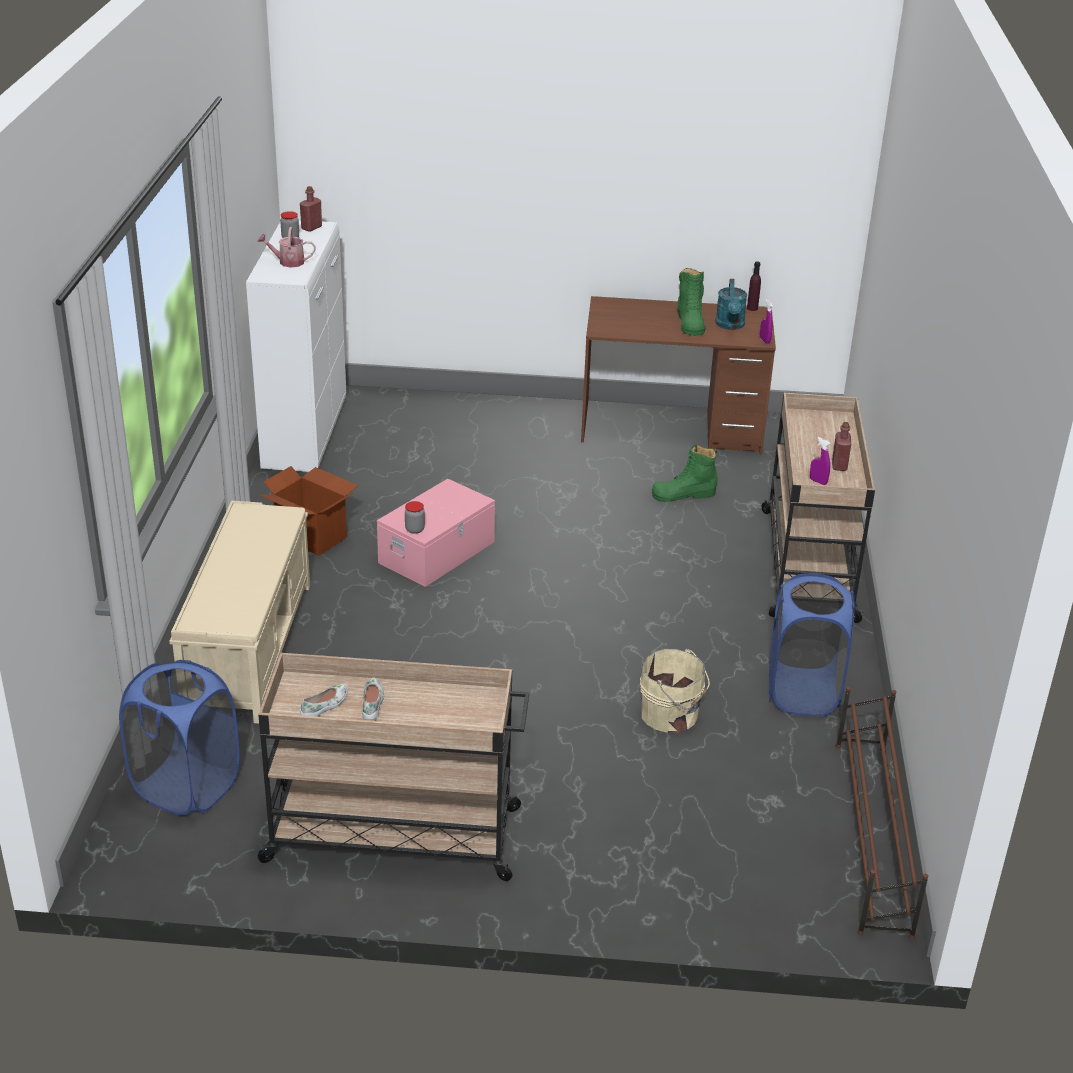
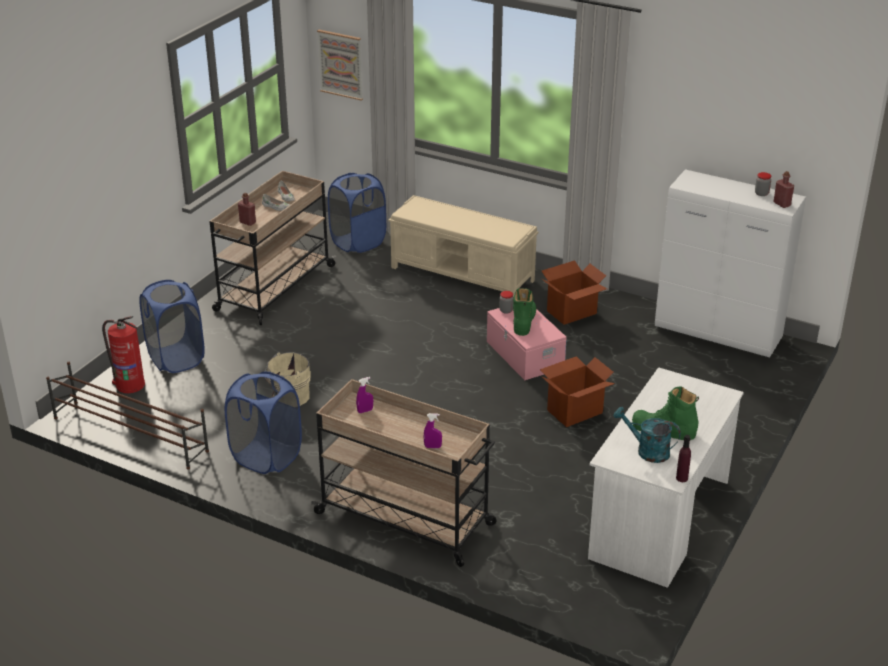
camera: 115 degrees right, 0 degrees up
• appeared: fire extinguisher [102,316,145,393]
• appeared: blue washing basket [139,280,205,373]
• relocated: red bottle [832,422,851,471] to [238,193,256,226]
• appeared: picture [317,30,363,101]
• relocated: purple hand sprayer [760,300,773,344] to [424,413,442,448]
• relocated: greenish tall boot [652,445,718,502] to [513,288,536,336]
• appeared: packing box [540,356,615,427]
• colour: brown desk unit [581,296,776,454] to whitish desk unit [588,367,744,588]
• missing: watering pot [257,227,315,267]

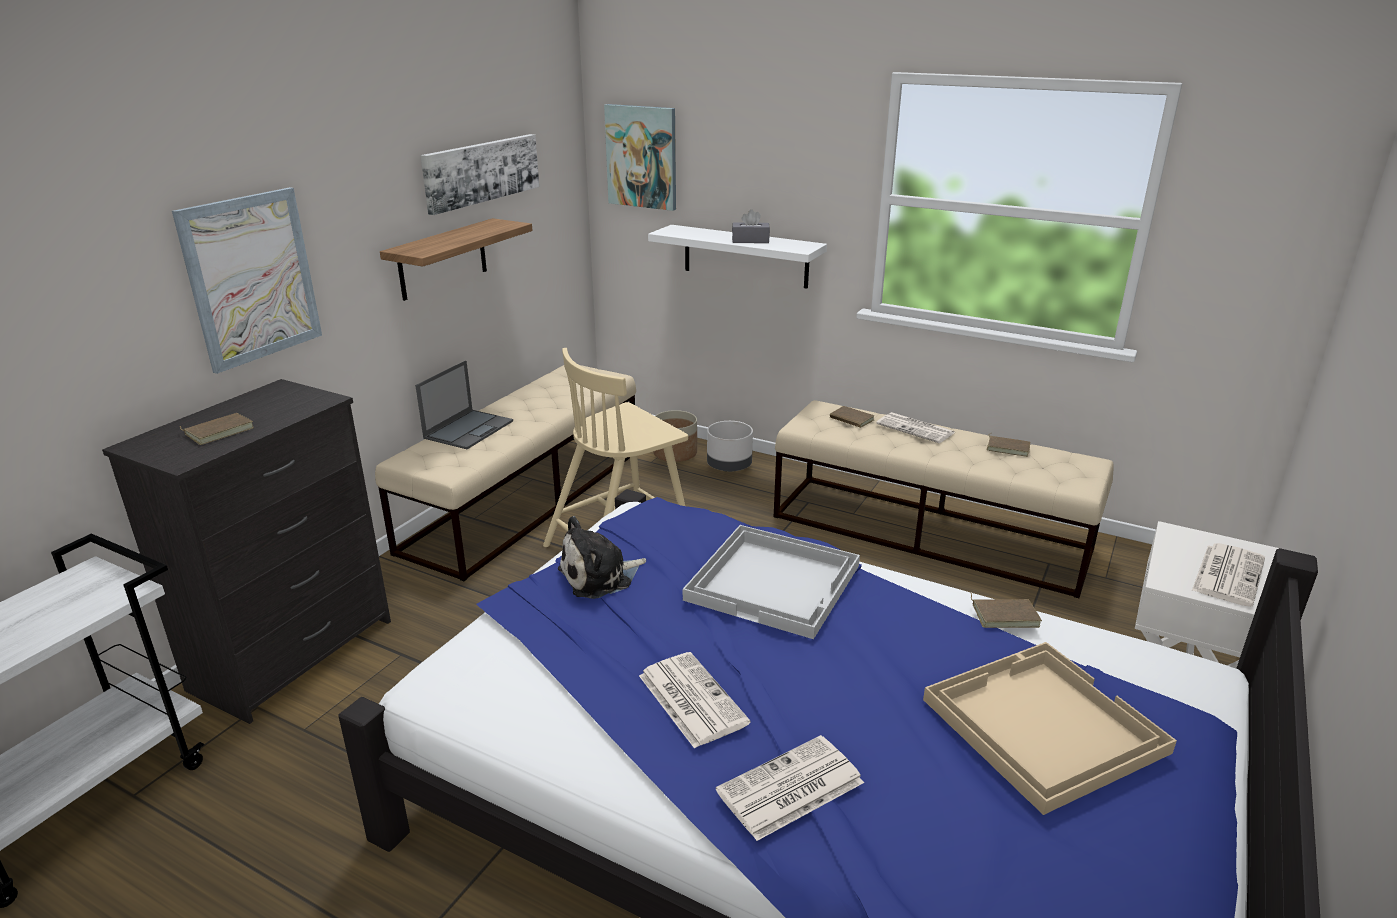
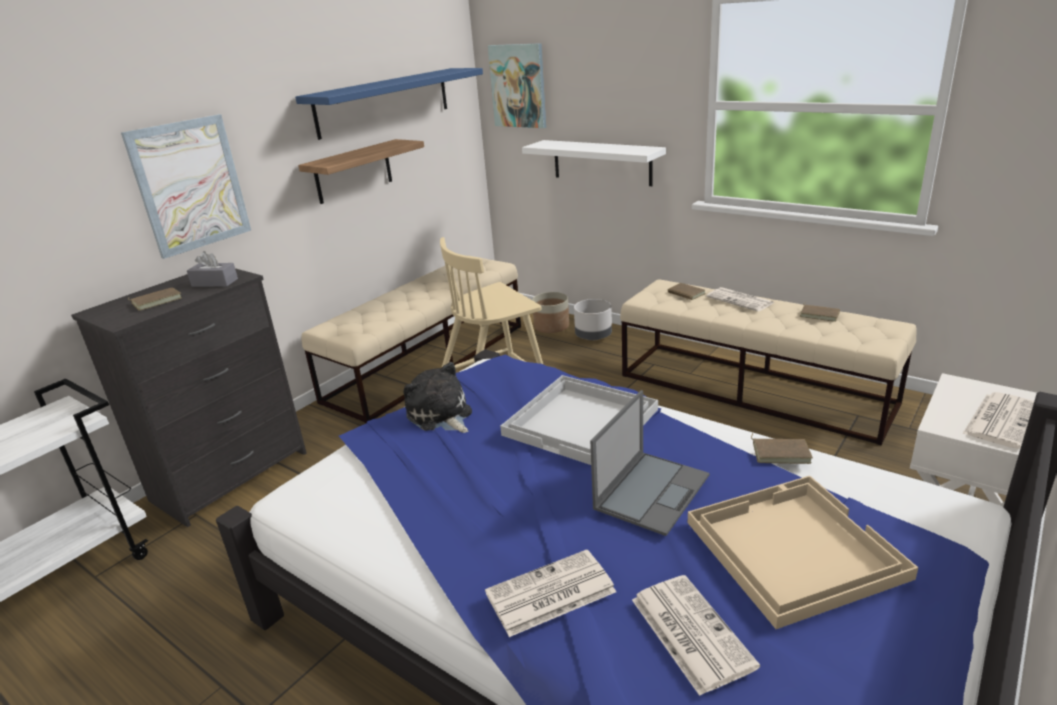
camera: 10 degrees right, 0 degrees up
• relocated: gray tissue holder [732,209,770,243] to [187,251,238,287]
• exchanged: picture [420,134,539,215] to blue wall shelf [295,68,483,140]
• spun: soft toy [558,516,646,599] = [404,362,472,433] 75 degrees clockwise
• relocated: laptop [415,361,513,449] to [590,390,709,536]
• relocated: printed paper [639,652,751,749] to [632,575,760,696]

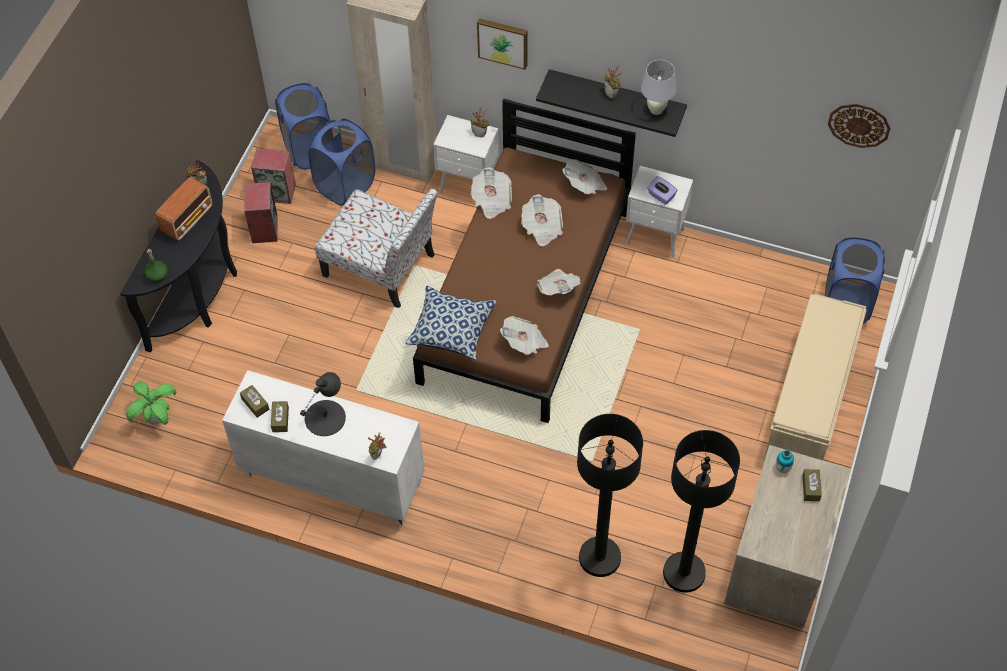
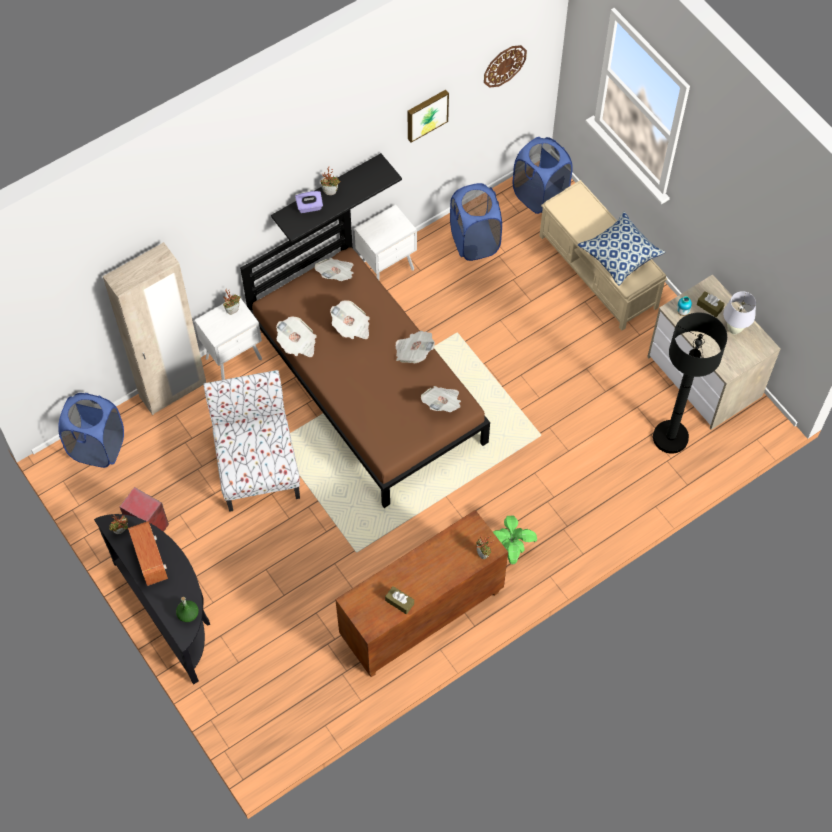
camera: 55 degrees left, 5 degrees up
• spun: chair [315,188,438,308] = [204,370,300,512] 75 degrees counterclockwise
• relocated: purple tissue holder [647,176,677,205] to [295,191,323,213]
• colour: whitish cupboard [222,370,425,526] to brown cupboard [335,510,508,677]
• relocated: picture [477,18,528,70] to [408,90,449,143]
• relocated: blue washing basket [308,119,375,206] to [450,183,502,261]
• relocated: potted plant [126,381,177,425] to [493,515,537,564]
• relocated: cushion [405,286,496,360] to [577,212,665,286]
• relocated: whitish table lamp [641,60,677,115] to [723,291,756,334]
• missing: brown tissue holder [240,385,269,418]
• missing: audio speaker [251,148,296,204]
• missing: black table lamp [300,372,346,436]
• missing: black standard lamp [577,414,643,577]

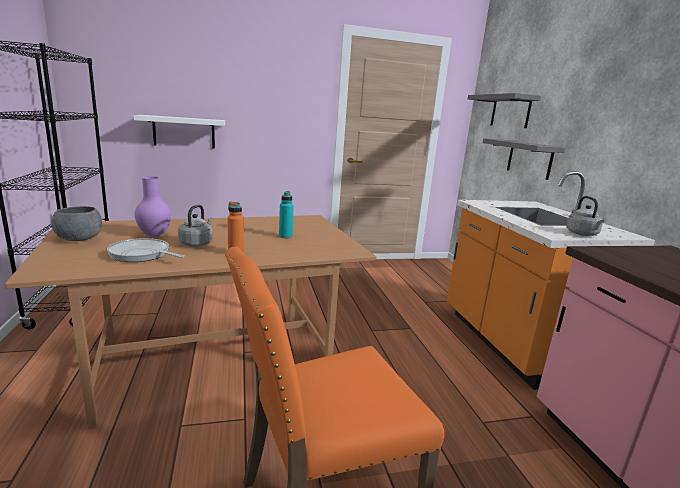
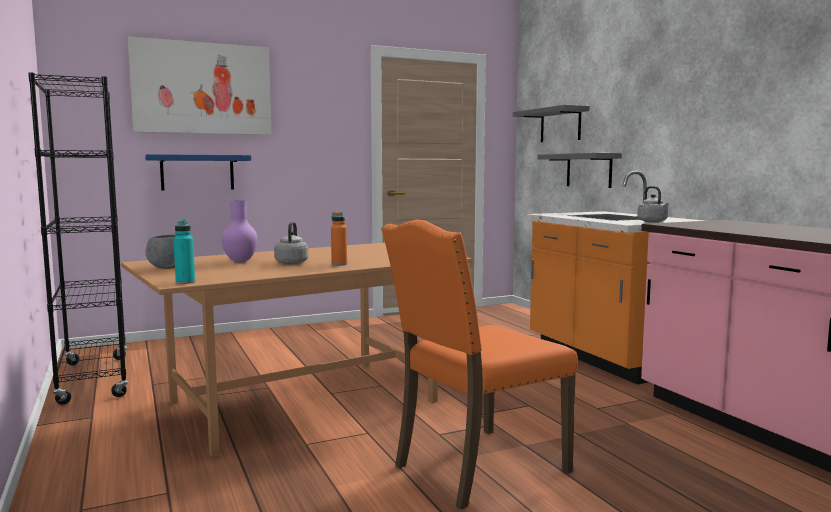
camera: 10 degrees left, 10 degrees down
• appeared: picture [128,37,271,135]
• colour: whitish wall shelf [134,115,225,149] to blue wall shelf [145,154,251,190]
• relocated: blue-green bottle [279,191,294,238] to [173,220,195,284]
• missing: skillet [107,238,185,262]

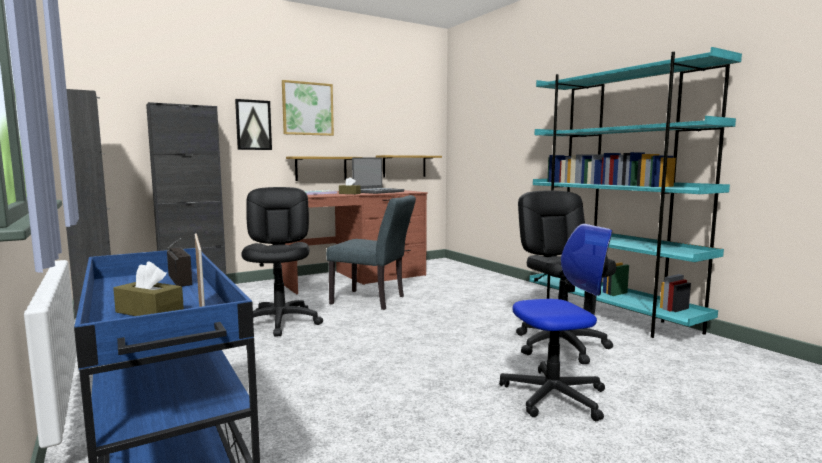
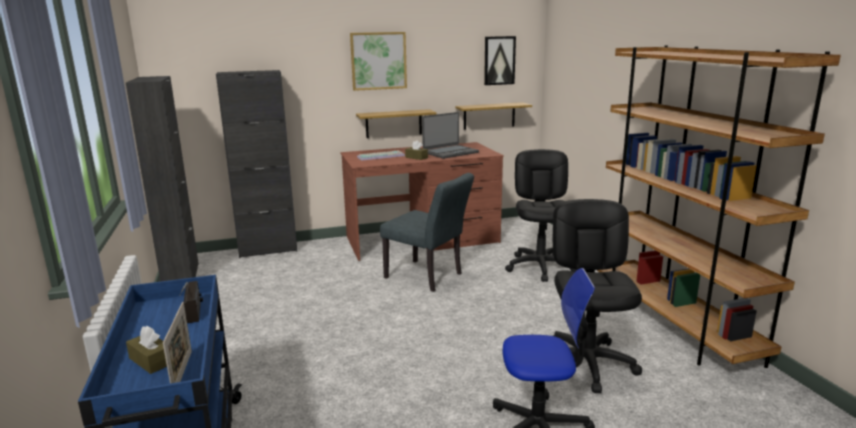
camera: 15 degrees right, 10 degrees up
• relocated: picture [235,99,272,150] to [484,36,516,85]
• relocated: black computer chair [241,187,323,337] to [505,149,578,282]
• colour: blue-green shelving unit [529,47,742,338] to brown shelving unit [597,45,841,368]

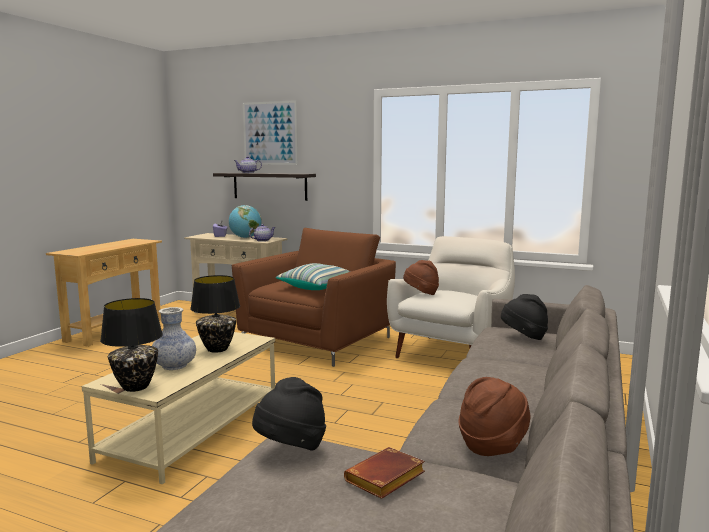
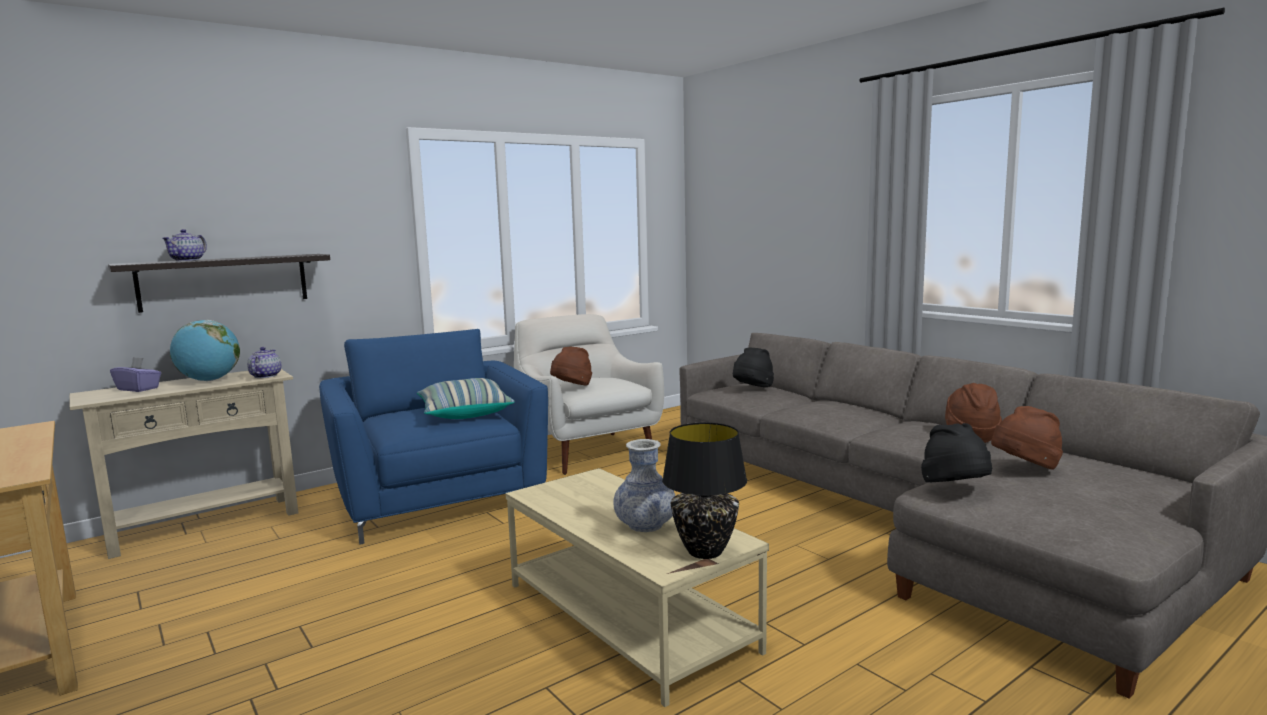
camera: 60 degrees left, 0 degrees up
• colour: brown lounge chair [232,228,396,367] to blue lounge chair [319,329,548,545]
• exchanged: brown book [344,447,425,499] to brown hat [991,406,1063,470]
• missing: black table lamp [190,275,240,353]
• missing: picture [243,100,298,165]

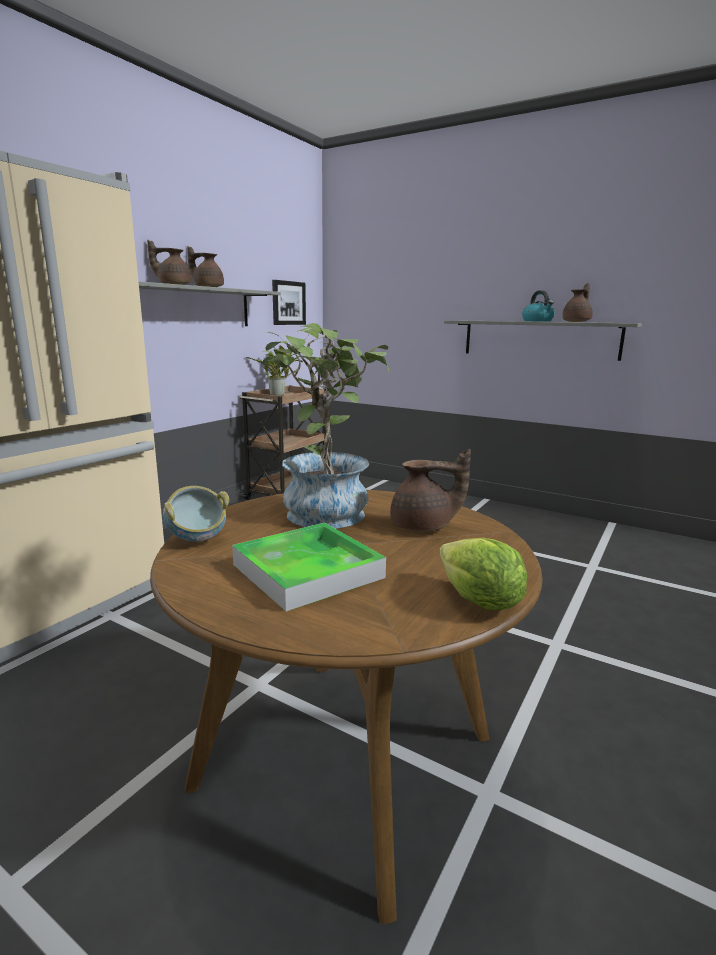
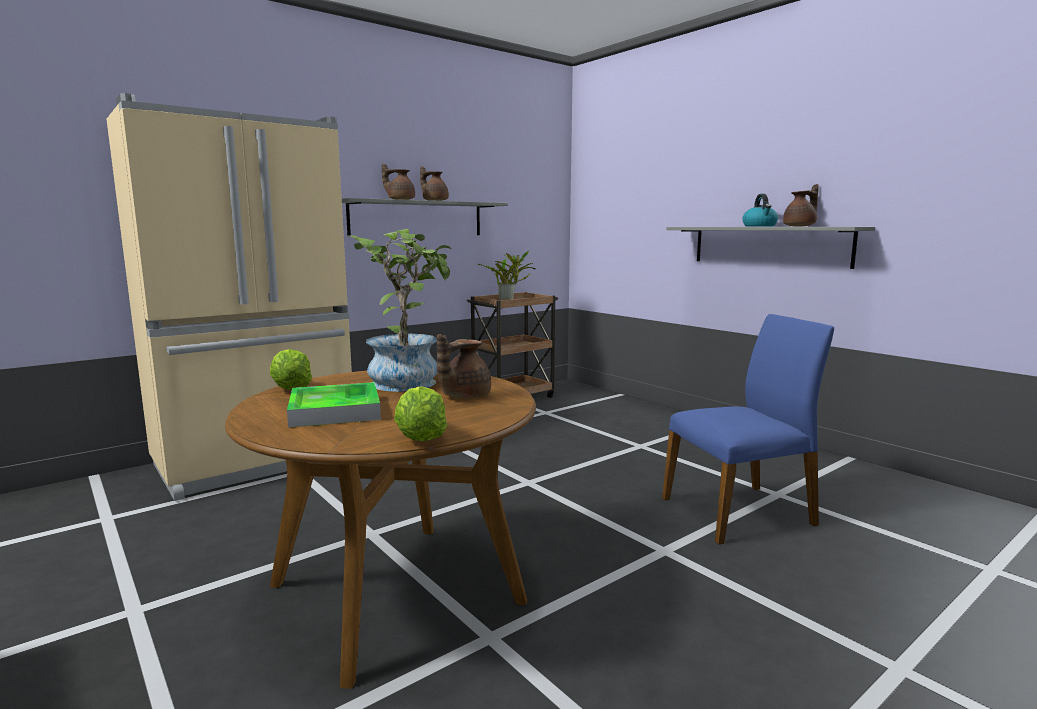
camera: 20 degrees right, 5 degrees down
• exchanged: deep dish [163,486,229,543] to lettuce head [270,349,312,390]
• spun: brown tea pot [390,449,471,532] = [437,334,491,399] 105 degrees clockwise
• appeared: blue chair [662,314,834,545]
• missing: picture [272,280,306,325]

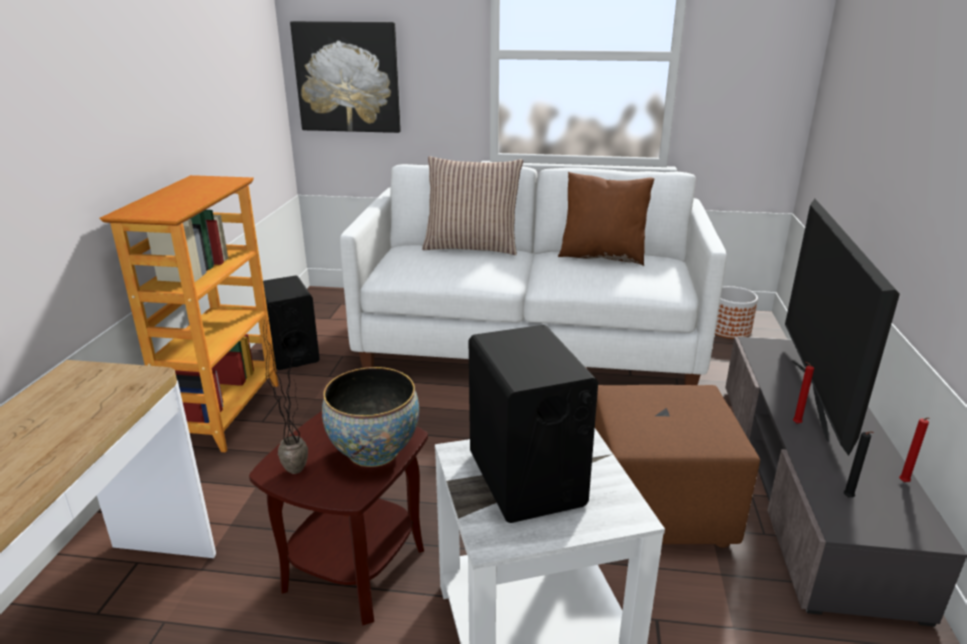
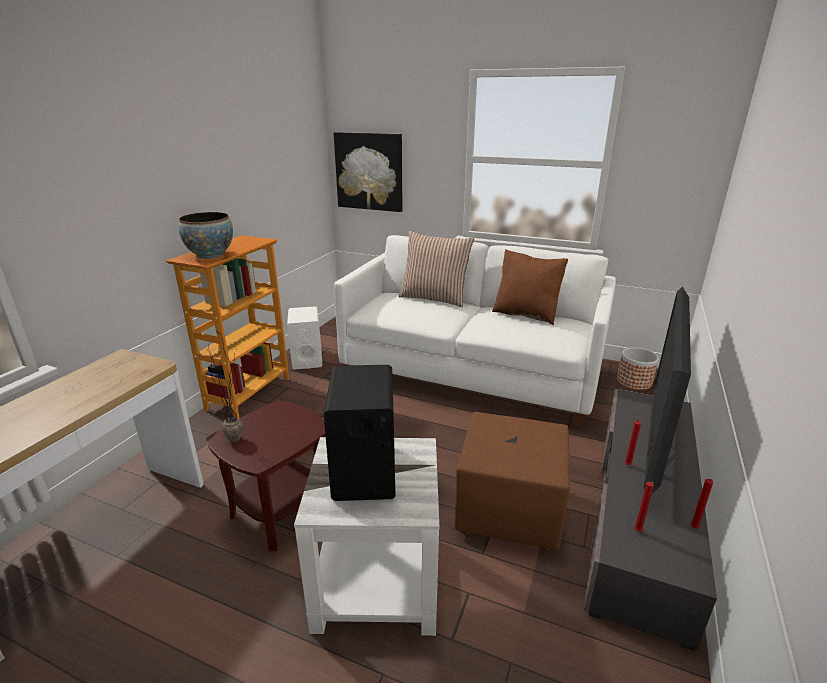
camera: 15 degrees right, 0 degrees up
• relocated: deep dish [322,367,419,467] to [178,212,233,259]
• colour: black audio speaker [263,276,320,370] to whitish audio speaker [287,306,322,370]
• colour: black wax light [844,431,874,497] to red wax light [634,482,654,532]

